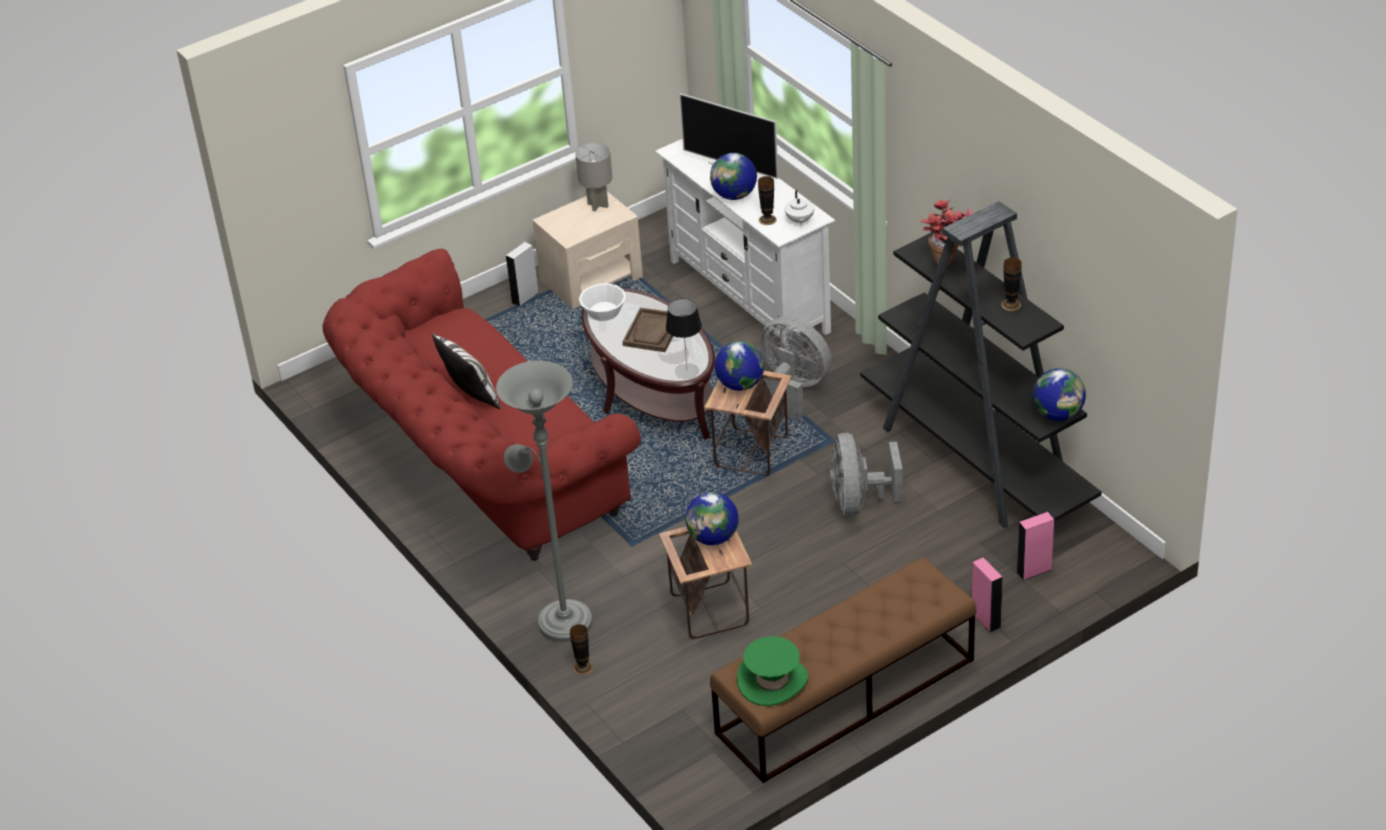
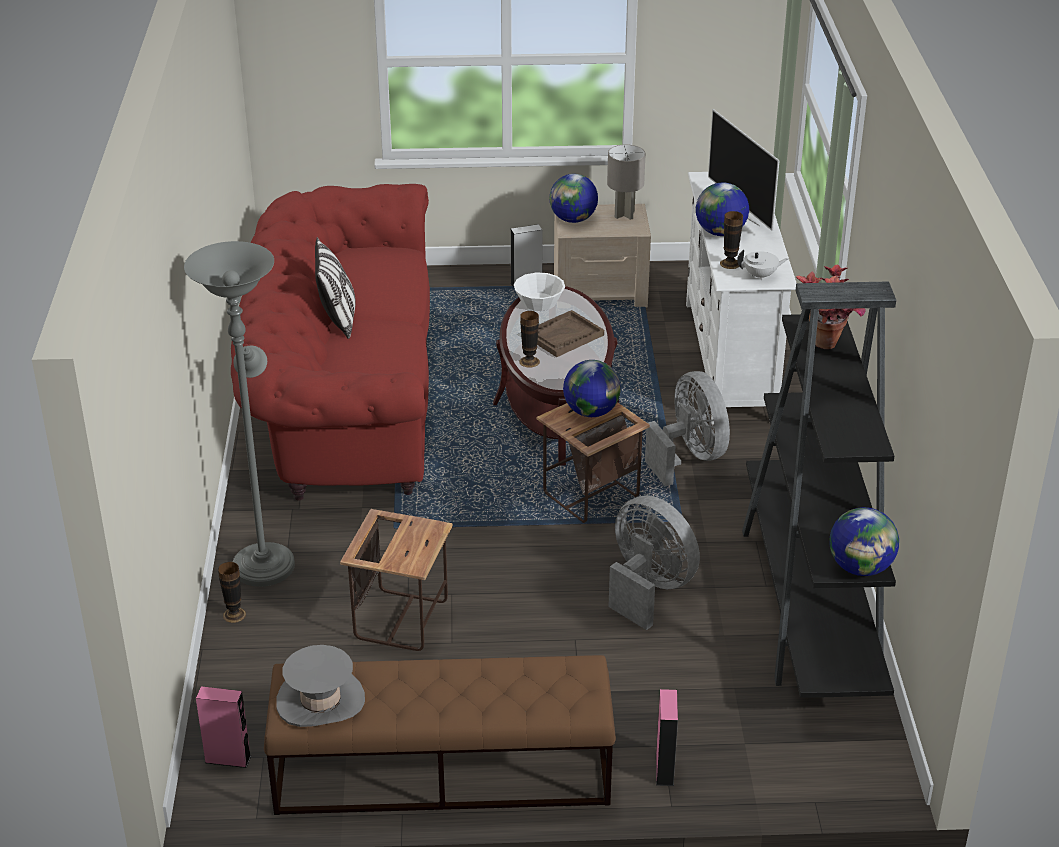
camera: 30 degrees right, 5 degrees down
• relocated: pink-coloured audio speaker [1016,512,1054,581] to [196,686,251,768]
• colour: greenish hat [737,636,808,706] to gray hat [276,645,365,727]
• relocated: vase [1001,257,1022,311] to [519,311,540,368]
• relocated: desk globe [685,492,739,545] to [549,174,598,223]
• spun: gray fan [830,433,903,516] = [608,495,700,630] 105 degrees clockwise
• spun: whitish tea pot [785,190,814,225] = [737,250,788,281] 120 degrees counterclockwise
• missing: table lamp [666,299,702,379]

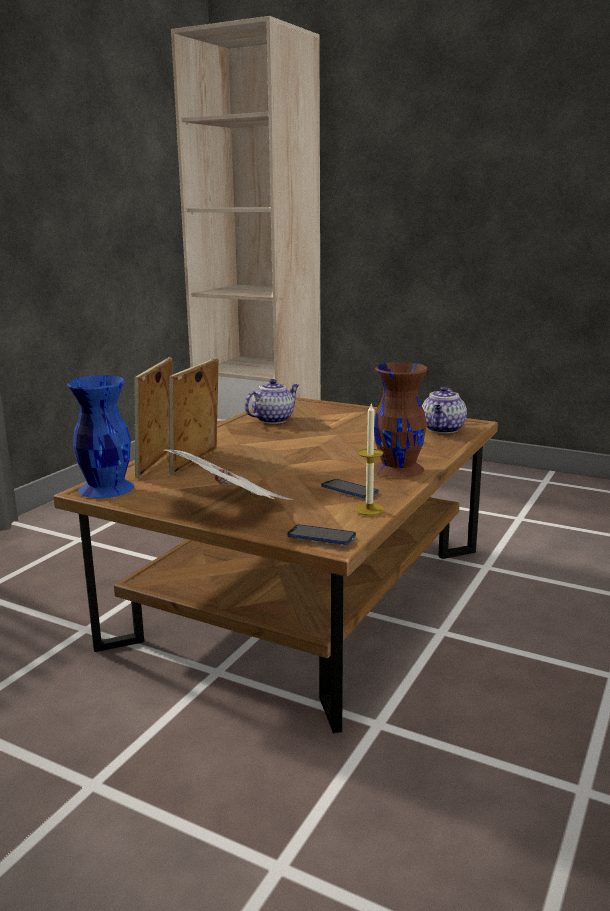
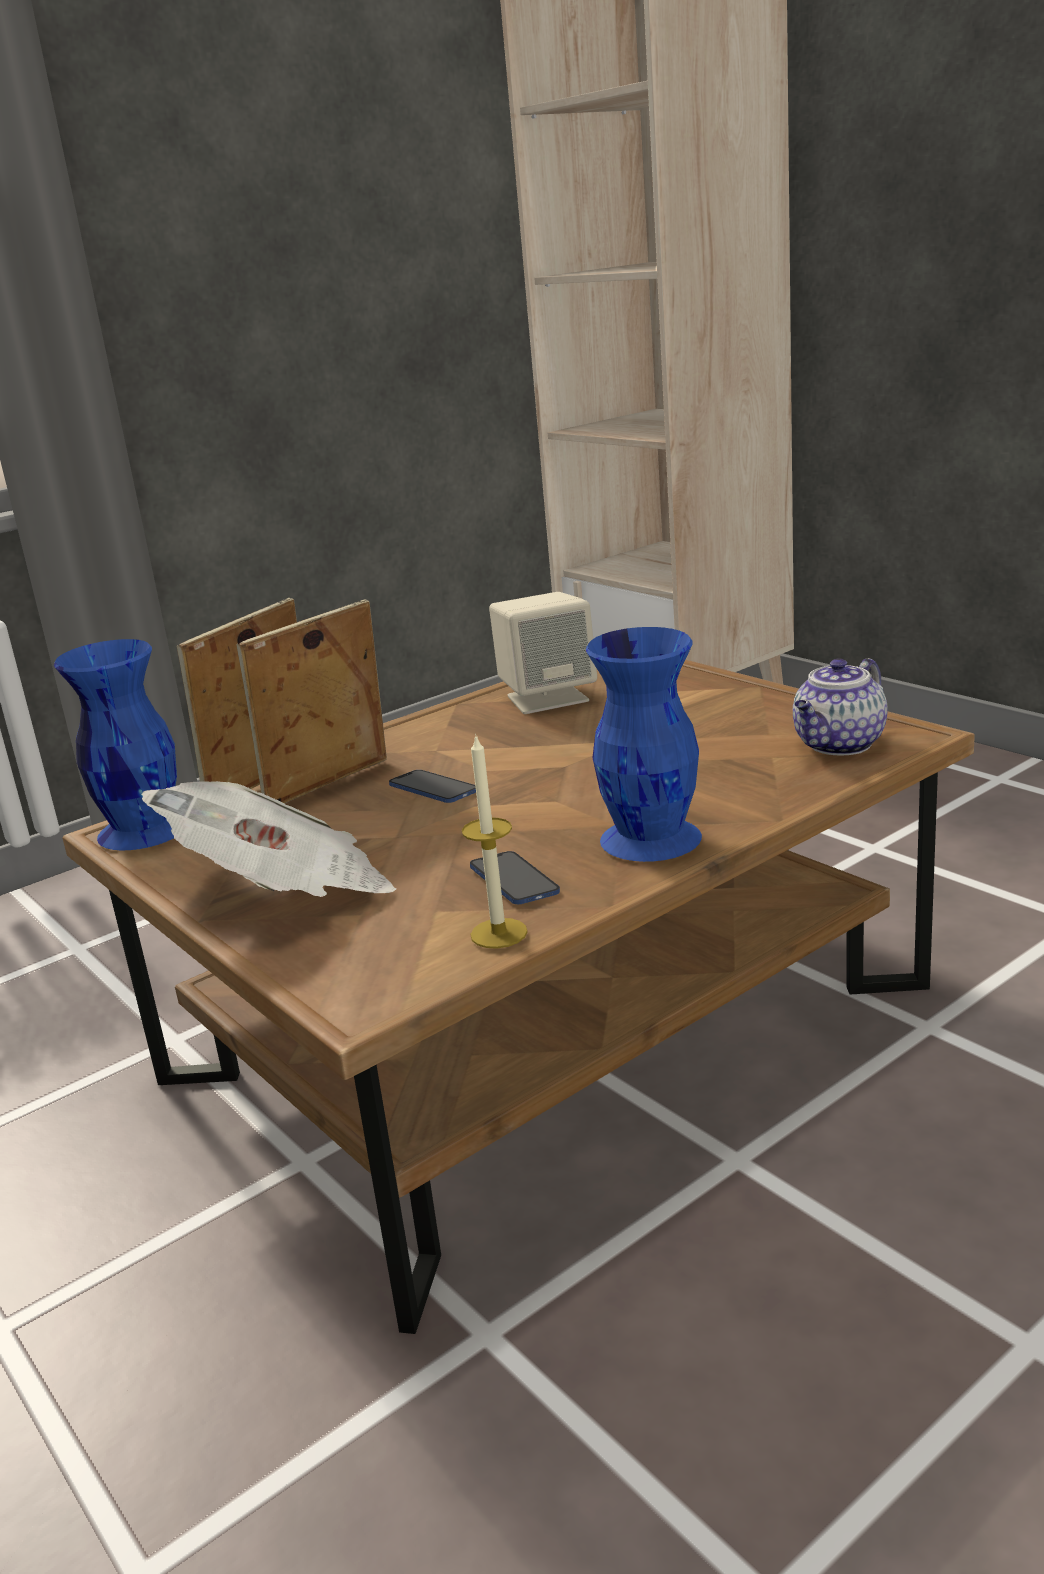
camera: 25 degrees right, 5 degrees up
• relocated: handset [287,525,356,545] to [389,770,476,803]
• exchanged: tea pot [245,379,299,424] to beige-coloured audio speaker [489,592,597,714]
• colour: brown vase [374,362,428,478] to blue vase [586,627,702,862]

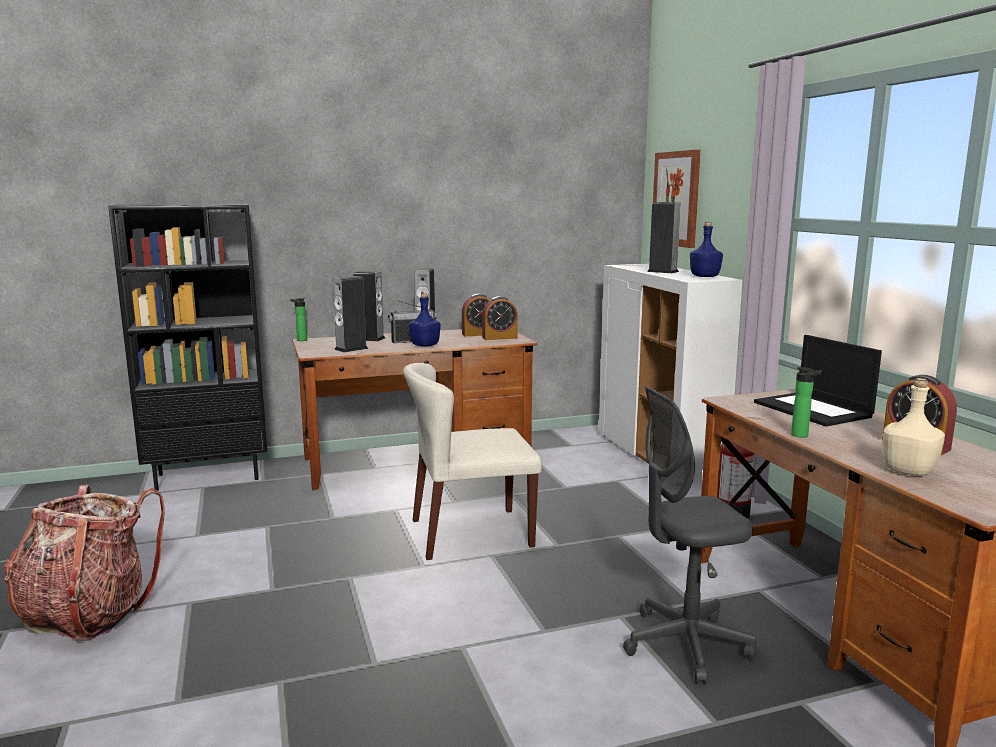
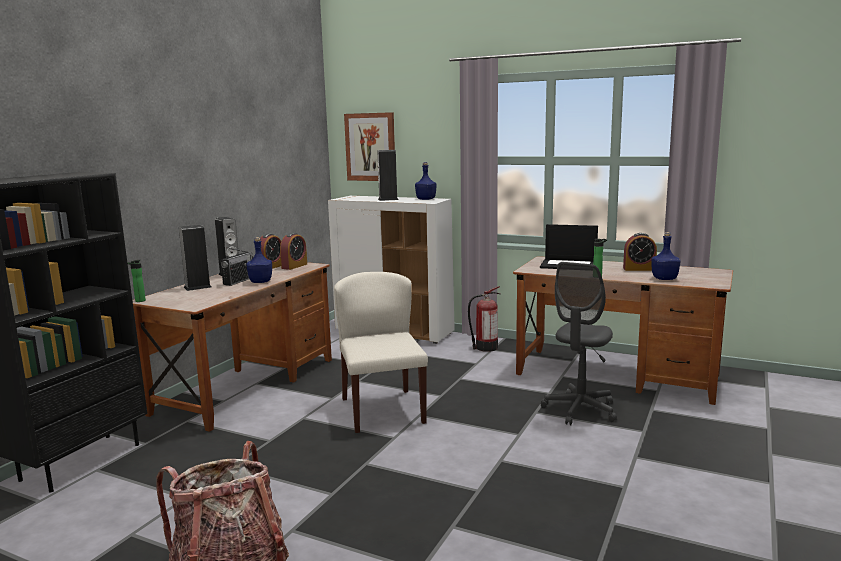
camera: 45 degrees left, 0 degrees up
• spun: beige-coloured chair [403,363,542,560] = [334,272,428,433] 135 degrees clockwise
• colour: beige-coloured bottle [883,378,945,476] to blue bottle [651,232,681,280]
• missing: audio speaker [333,276,369,352]

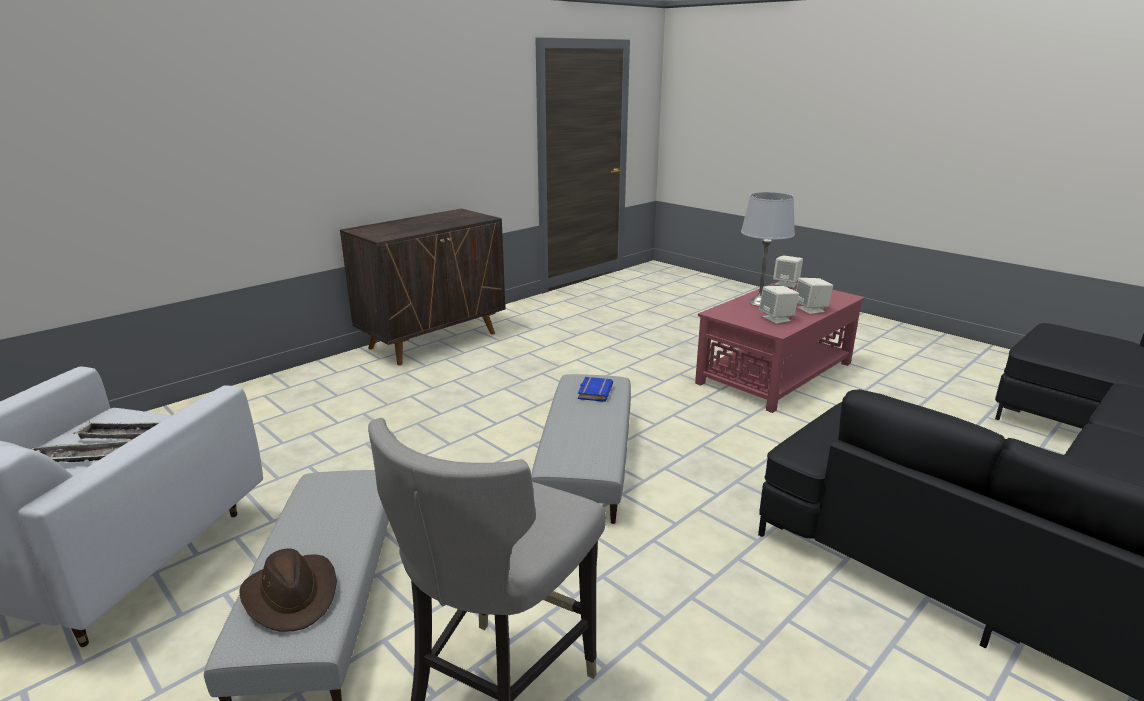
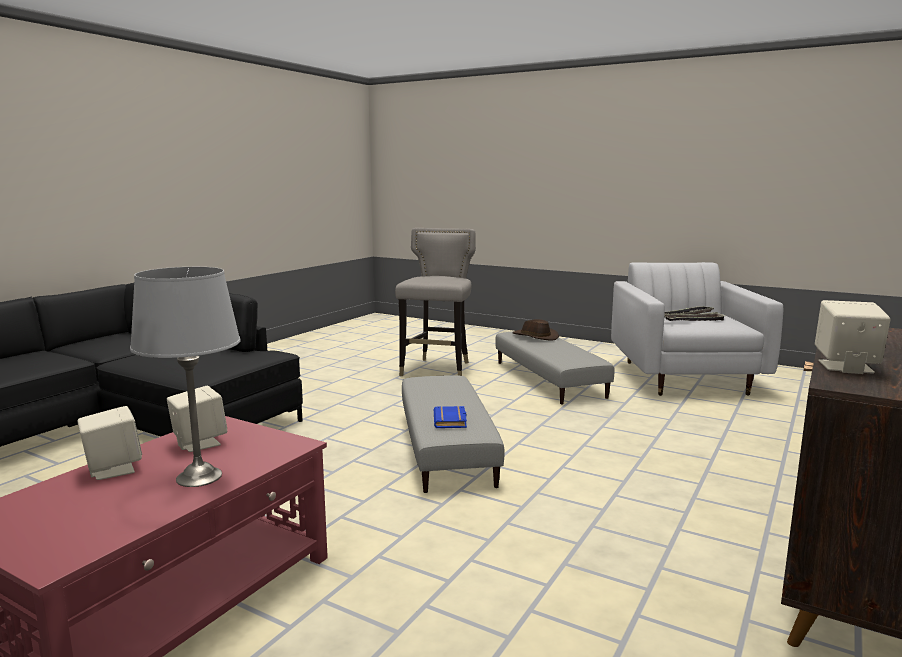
camera: 165 degrees right, 10 degrees down
• relocated: beige-coloured audio speaker [773,255,803,288] to [815,300,890,374]

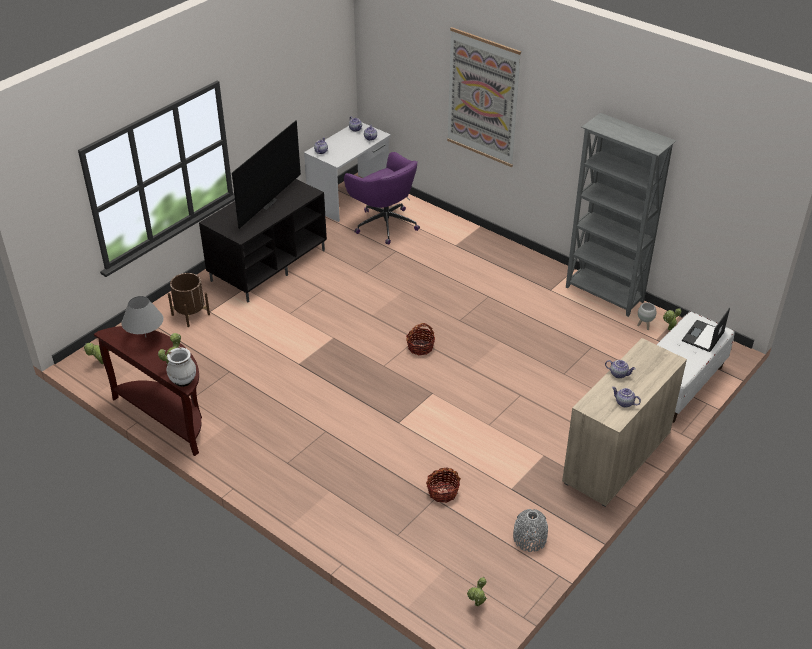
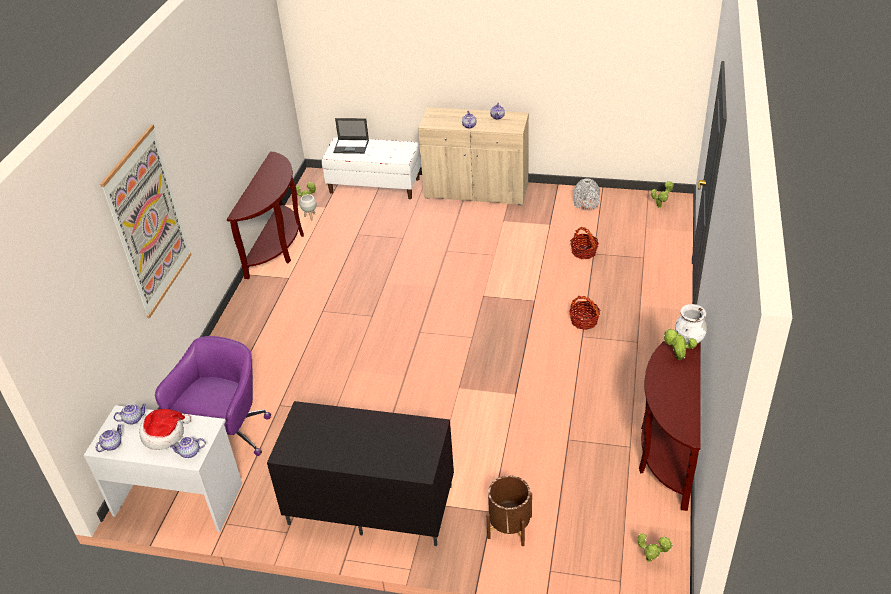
camera: 115 degrees left, 0 degrees up
• appeared: hat [139,409,191,450]
• exchanged: gray shelving unit [566,113,676,317] to brown console table [227,152,304,279]
• relocated: household basket [406,323,435,355] to [569,296,600,330]
• missing: gray table lamp [122,296,163,337]
• missing: TV [232,120,301,229]

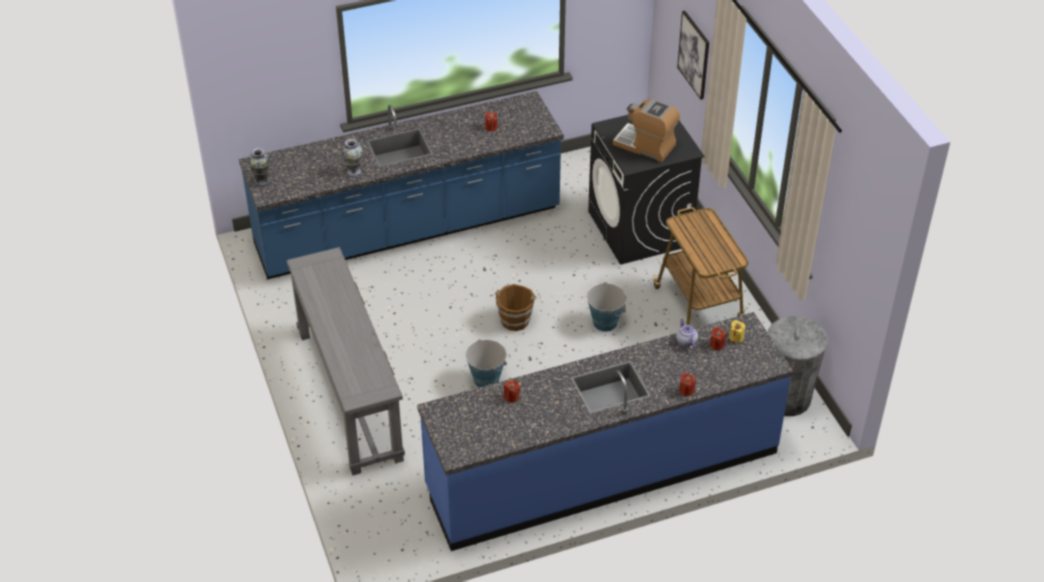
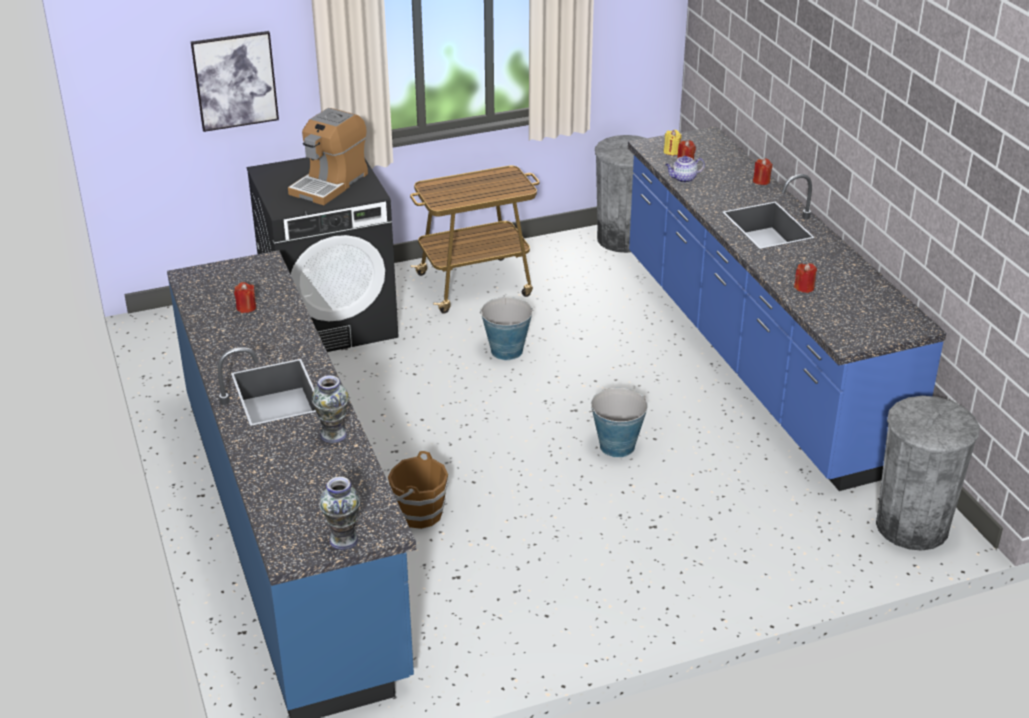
camera: 90 degrees left, 10 degrees down
• relocated: brown pail [495,284,537,331] to [388,451,448,529]
• appeared: gray waste bin [876,396,980,551]
• missing: gray console table [287,247,405,476]

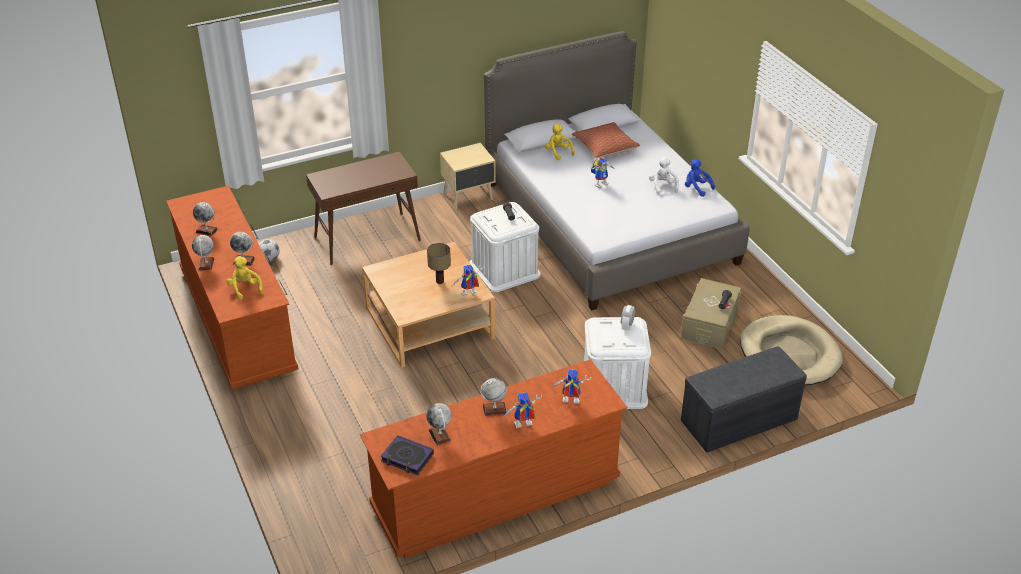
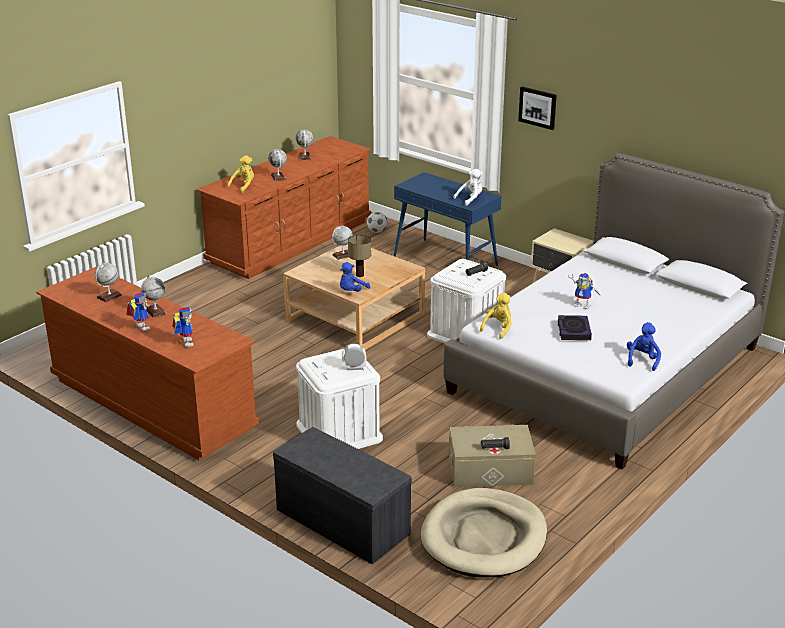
camera: 65 degrees right, 10 degrees down
• relocated: desk globe [192,235,214,270] to [332,226,353,260]
• exchanged: robot figure [452,265,484,296] to blue soft toy [340,262,370,292]
• colour: brown console table [306,152,421,265] to blue console table [394,172,501,266]
• relocated: whitish soft toy [649,157,679,194] to [453,169,483,206]
• relocated: yellow soft toy [545,124,575,161] to [480,293,512,339]
• appeared: picture [518,87,557,130]
• relocated: book [381,435,434,475] to [558,315,592,340]
• missing: cushion [572,122,640,158]

